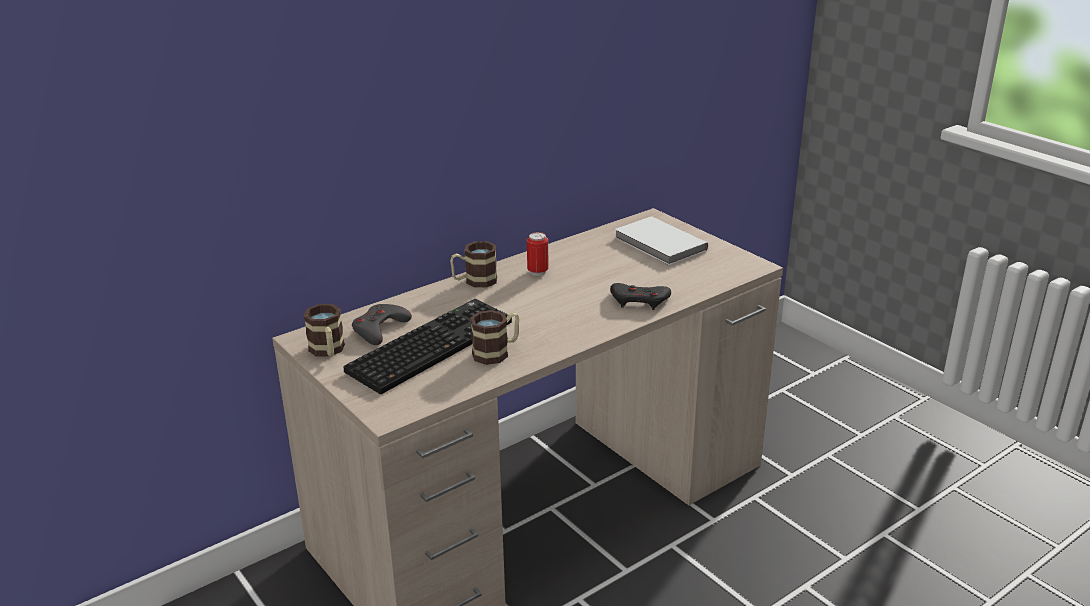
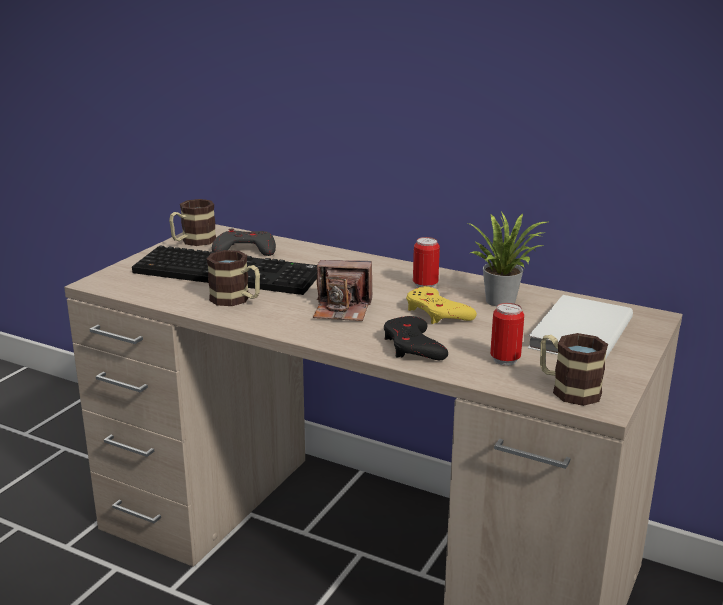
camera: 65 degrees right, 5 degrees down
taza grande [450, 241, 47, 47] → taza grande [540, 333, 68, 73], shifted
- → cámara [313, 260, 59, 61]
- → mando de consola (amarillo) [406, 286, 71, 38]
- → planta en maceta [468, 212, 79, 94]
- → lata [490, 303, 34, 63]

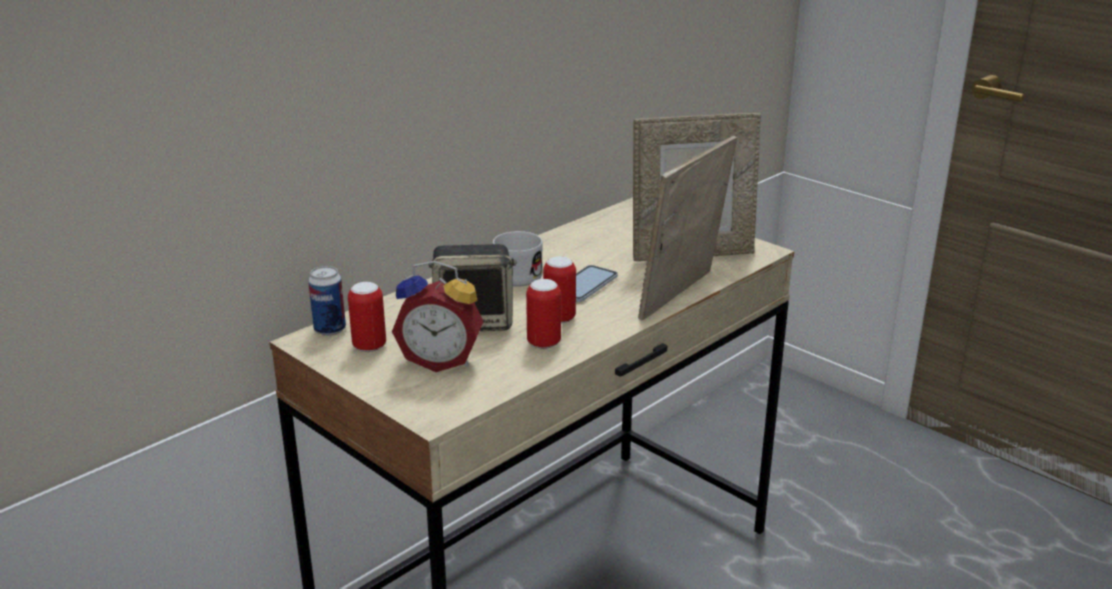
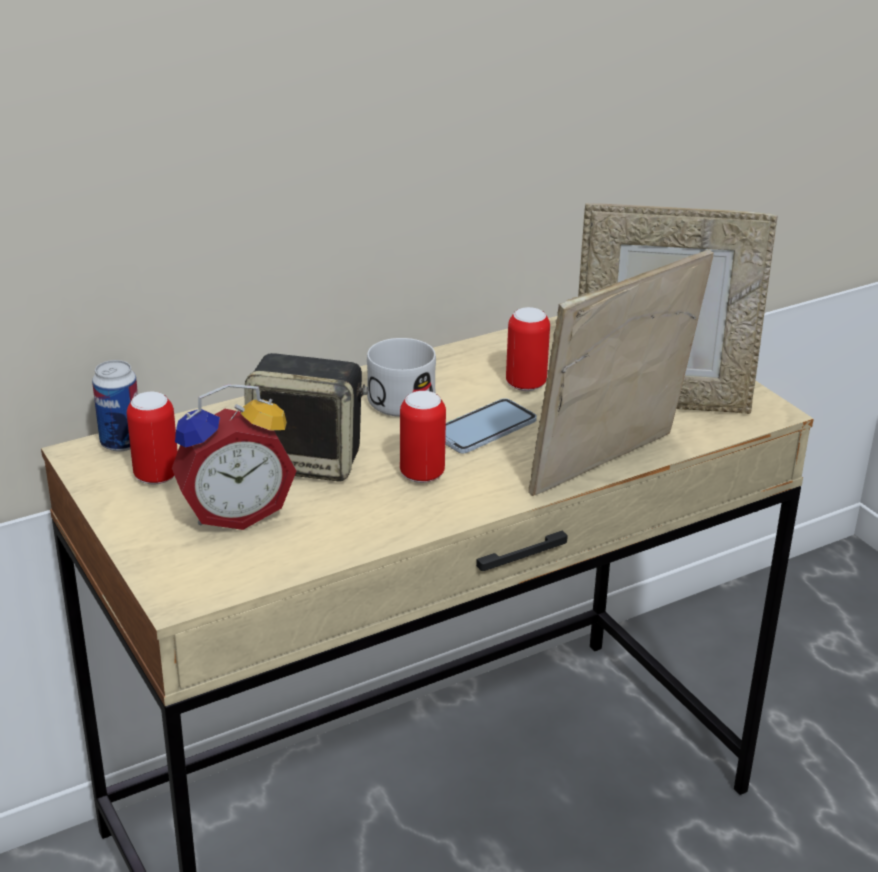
camera: 15 degrees right, 5 degrees up
despertador [392, 261, 92, 111] → despertador [172, 384, 124, 146], 45 degrees counterclockwise
lata [526, 279, 35, 70] → lata [506, 307, 44, 84], shifted

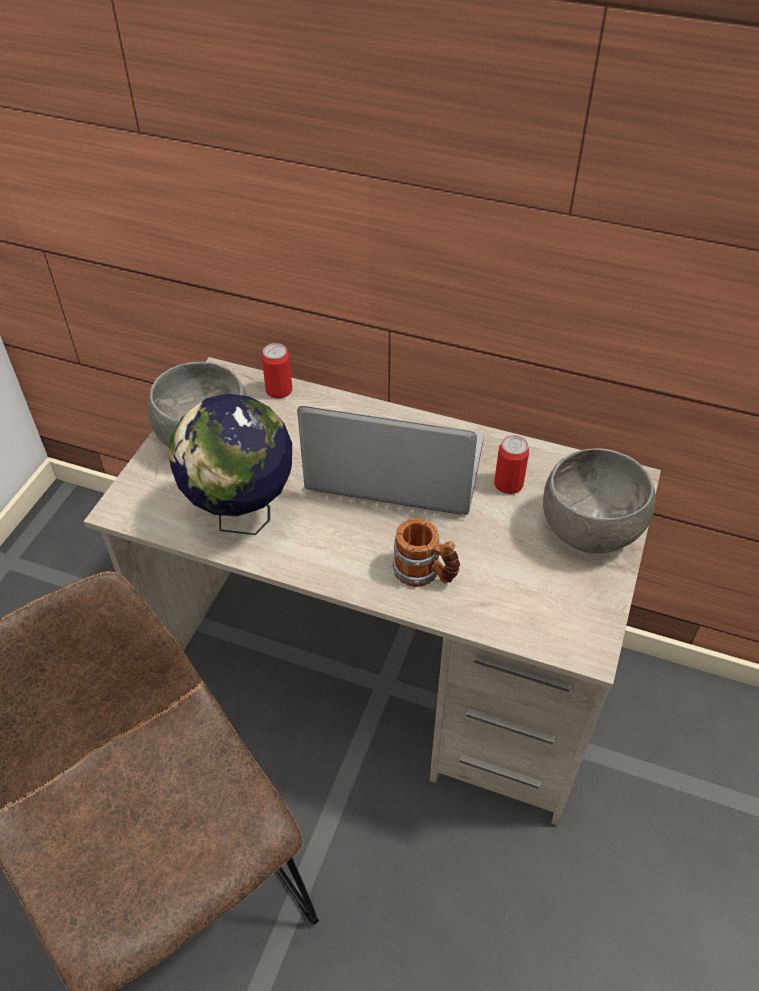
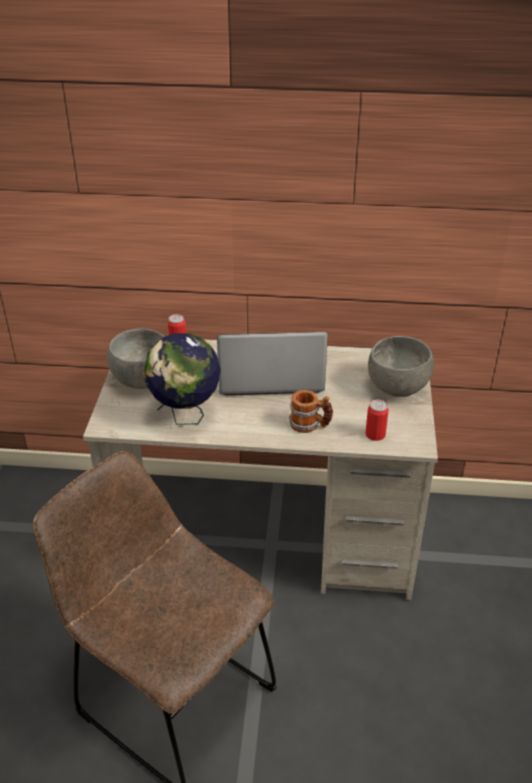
camera: 15 degrees left, 10 degrees down
lata [494, 435, 35, 59] → lata [365, 400, 24, 41], shifted

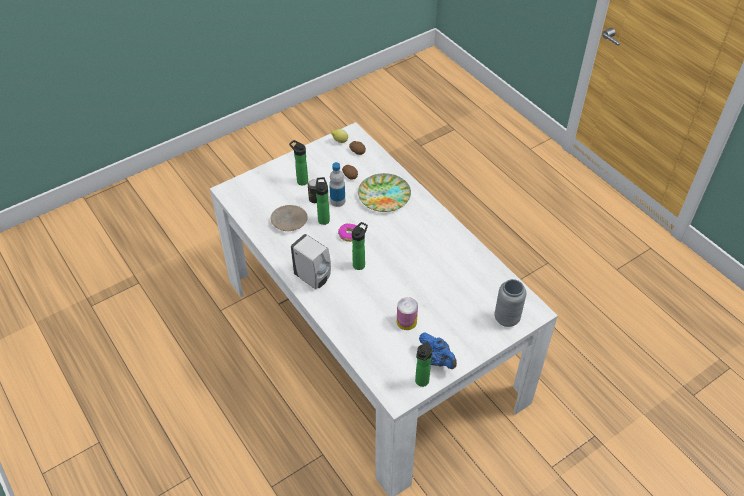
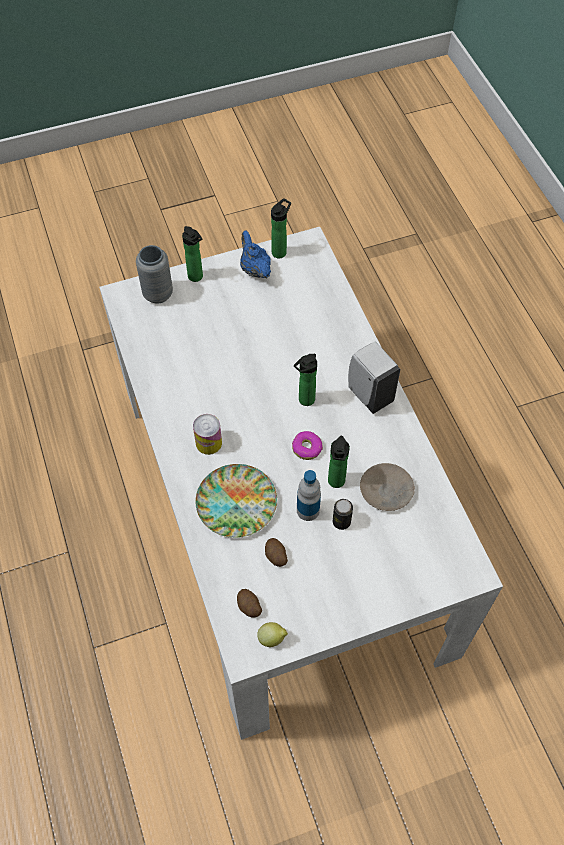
camera: 165 degrees left, 10 degrees up
botella [289, 140, 19, 45] → botella [182, 226, 21, 56], shifted
lata [397, 297, 21, 33] → lata [193, 414, 29, 41], shifted

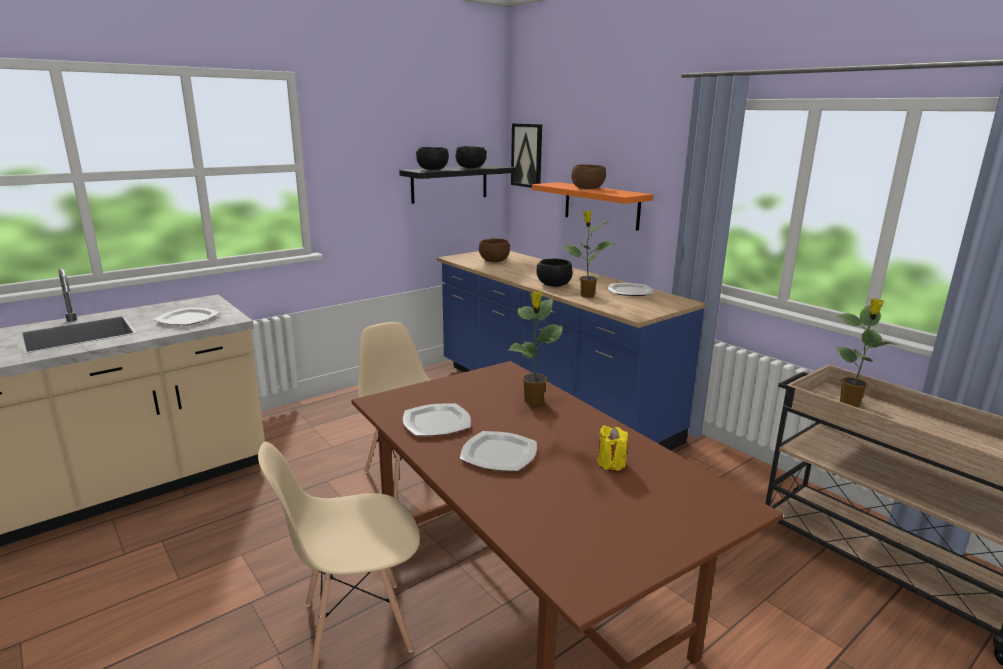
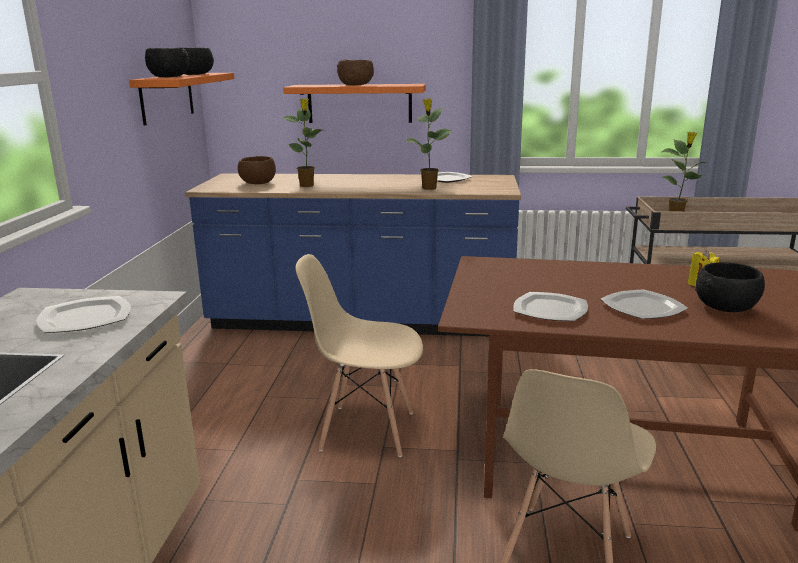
camera: 45 degrees left, 0 degrees up
estante (negro) [399, 165, 117, 39] → estante (naranja) [129, 73, 105, 53]
planta en maceta [508, 291, 54, 114] → planta en maceta [281, 98, 41, 89], shifted
cuadro [511, 123, 31, 65] → -
cuenco (negro) [537, 259, 36, 28] → cuenco (negro) [695, 263, 70, 49], shifted

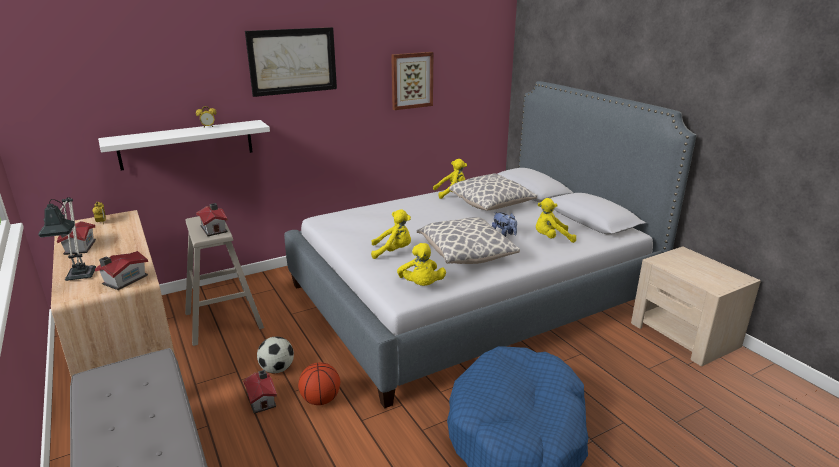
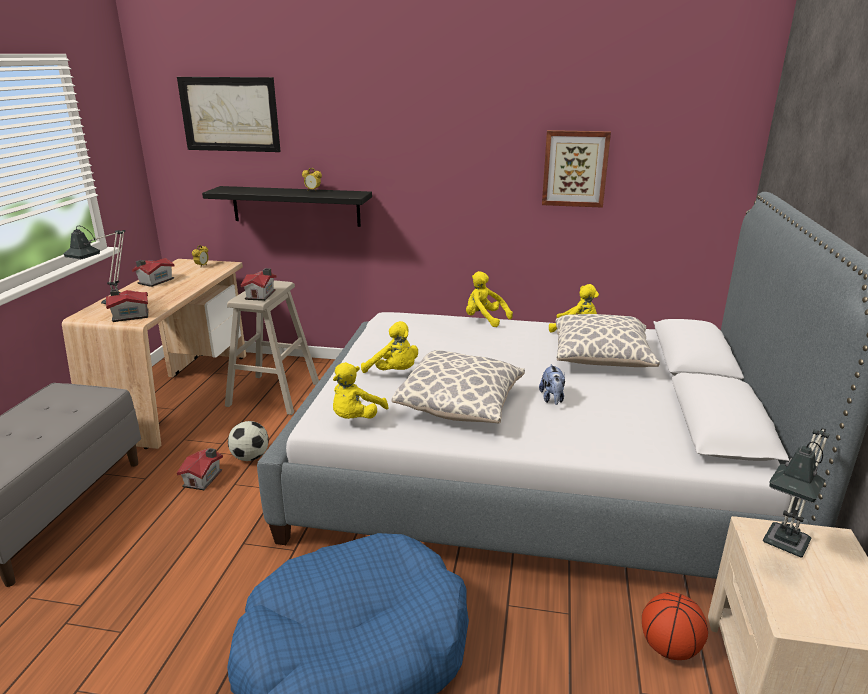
camera: 40 degrees right, 0 degrees up
estante (blanco) [98, 120, 172, 51] → estante (negro) [202, 186, 170, 41]
cuadro [245, 27, 92, 70] → cuadro [177, 77, 104, 75], shifted
balón de baloncesto [298, 362, 42, 43] → balón de baloncesto [642, 592, 66, 68], shifted
peluche (amarillo) [536, 198, 40, 45] → peluche (amarillo) [466, 271, 47, 56], shifted
- → lámpara de mesa [763, 428, 67, 129]

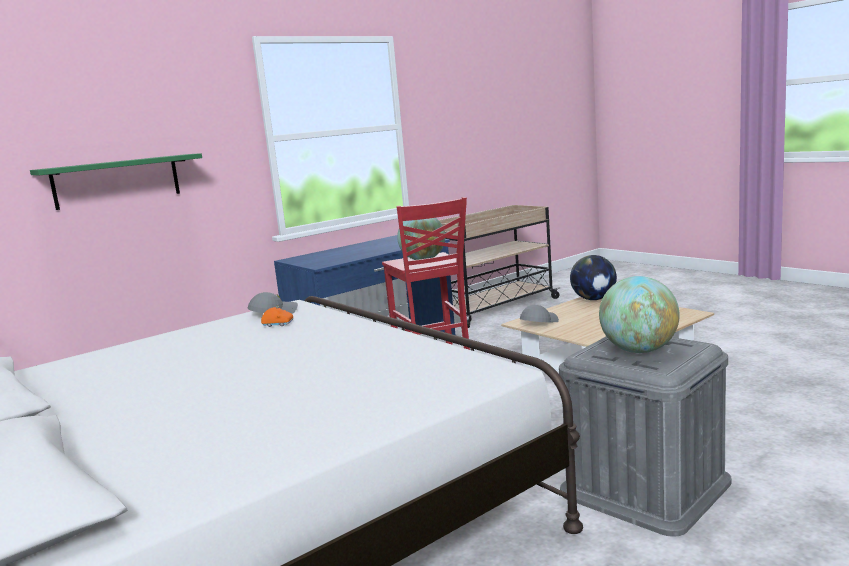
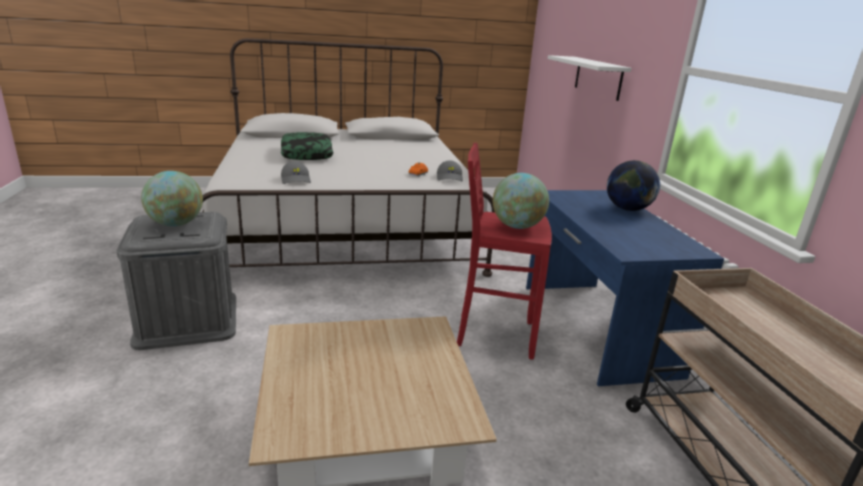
camera: 115 degrees right, 10 degrees up
estante (verde) [30, 153, 172, 57] → estante (blanco) [548, 55, 83, 46]
gorra (gris) [520, 305, 39, 17] → gorra (gris) [281, 161, 30, 23], shifted
globo terráqueo [570, 255, 47, 45] → globo terráqueo [607, 160, 53, 51], shifted
- → cojín [281, 132, 53, 28]

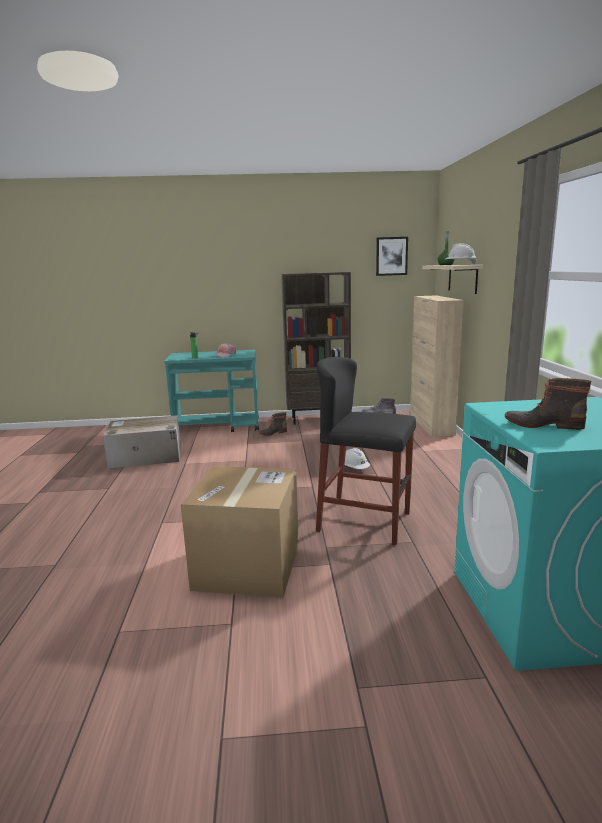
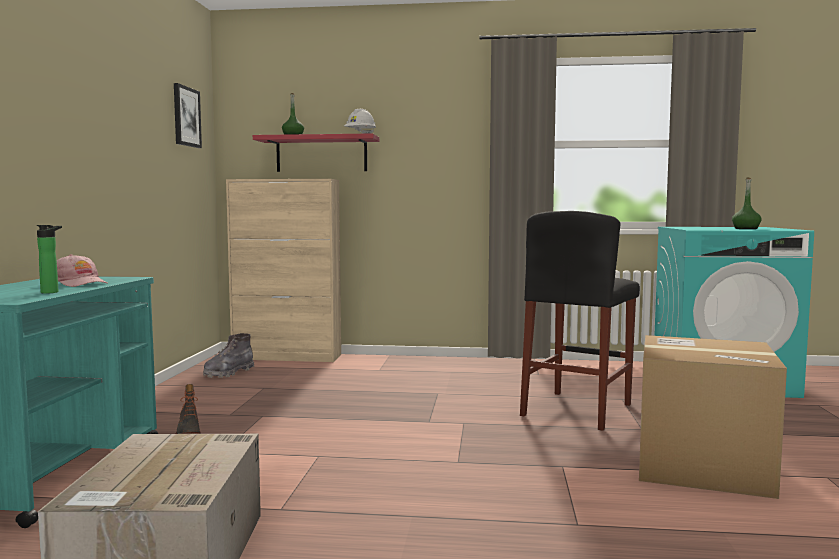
camera: 80 degrees left, 10 degrees down
estantería (marrón) [281, 272, 70, 153] → -
casco (blanco) [345, 448, 25, 21] → -
estante (beis) [422, 265, 61, 29] → estante (rojo) [253, 133, 126, 39]
bota [505, 378, 86, 52] → botella (verde) [732, 177, 30, 52]

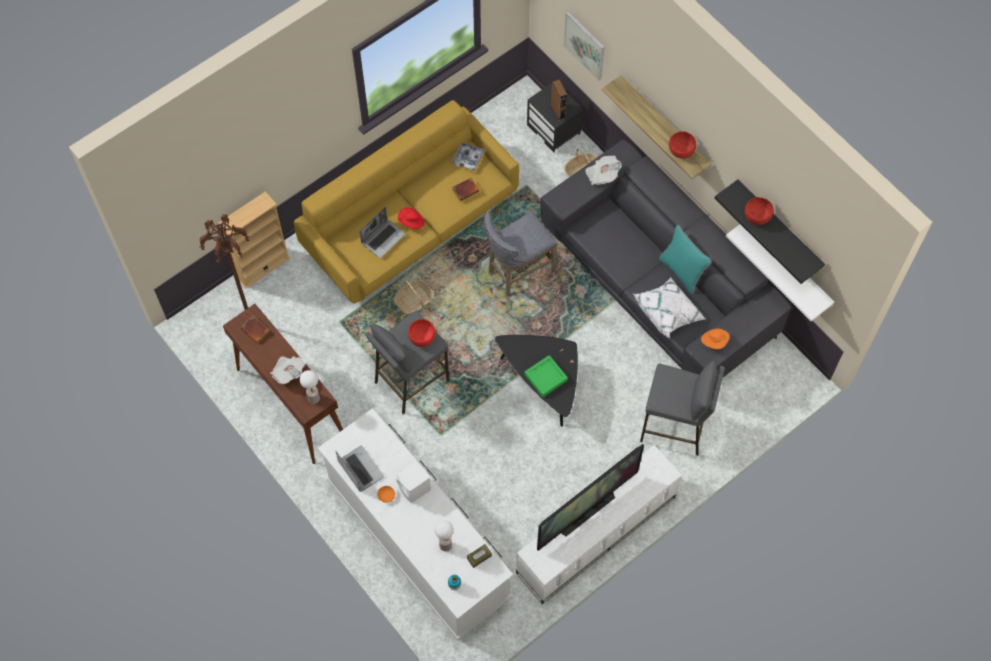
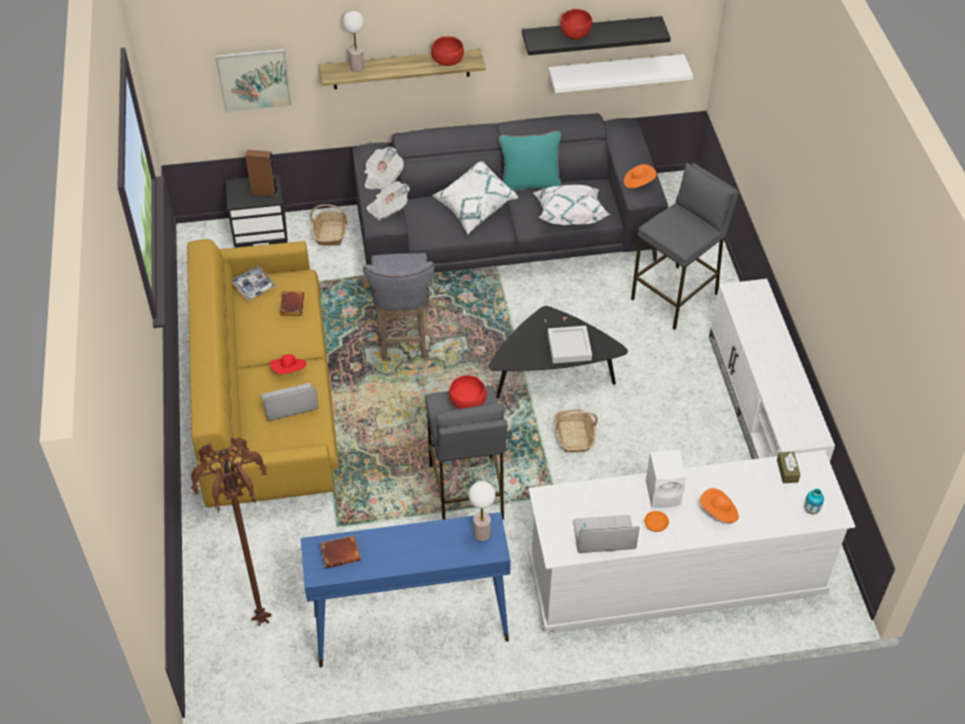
camera: 60 degrees left, 15 degrees down
estantería (beis) [218, 191, 72, 98] → -
mesa consola (marrón) [223, 304, 120, 160] → mesa consola (azul) [300, 512, 211, 156]
periódico [270, 356, 35, 28] → periódico [366, 181, 44, 40], shifted
portátil [359, 207, 46, 51] → portátil [261, 383, 58, 38], 90 degrees counterclockwise
cesta [394, 279, 40, 36] → cesta [554, 409, 44, 44], shifted
lámpara de mesa [435, 520, 19, 31] → lámpara de mesa [343, 11, 21, 61], shifted
bandeja (verde) [524, 355, 44, 42] → bandeja (gris) [548, 326, 44, 38]
televisor [537, 444, 107, 107] → -
- → cojín (blanco) [432, 161, 87, 73]
- → sombrero (naranja) [700, 488, 39, 35]

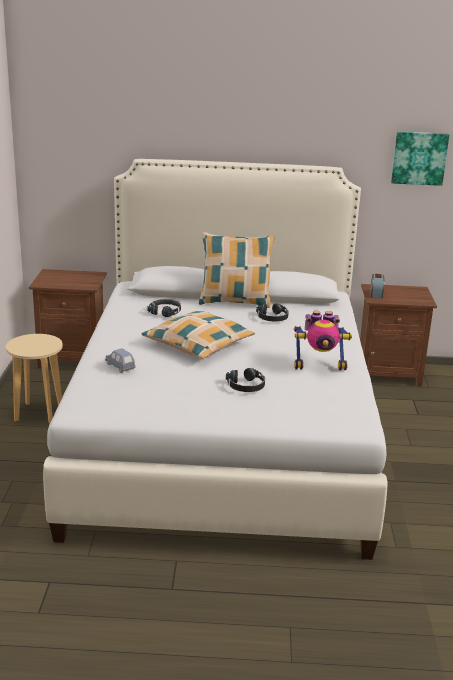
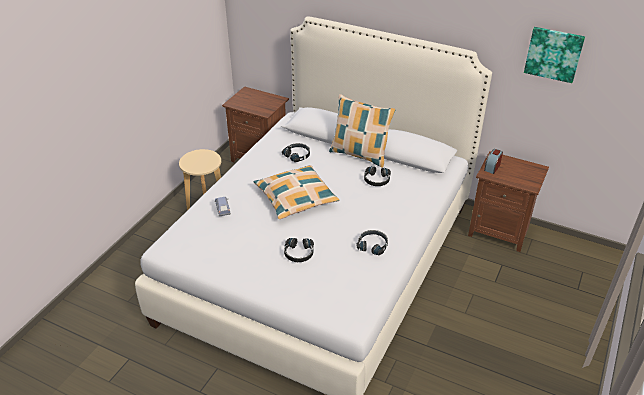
camera: 25 degrees right, 15 degrees up
robot de juguete [294, 311, 58, 59] → auriculares (negro) [357, 230, 31, 25]

